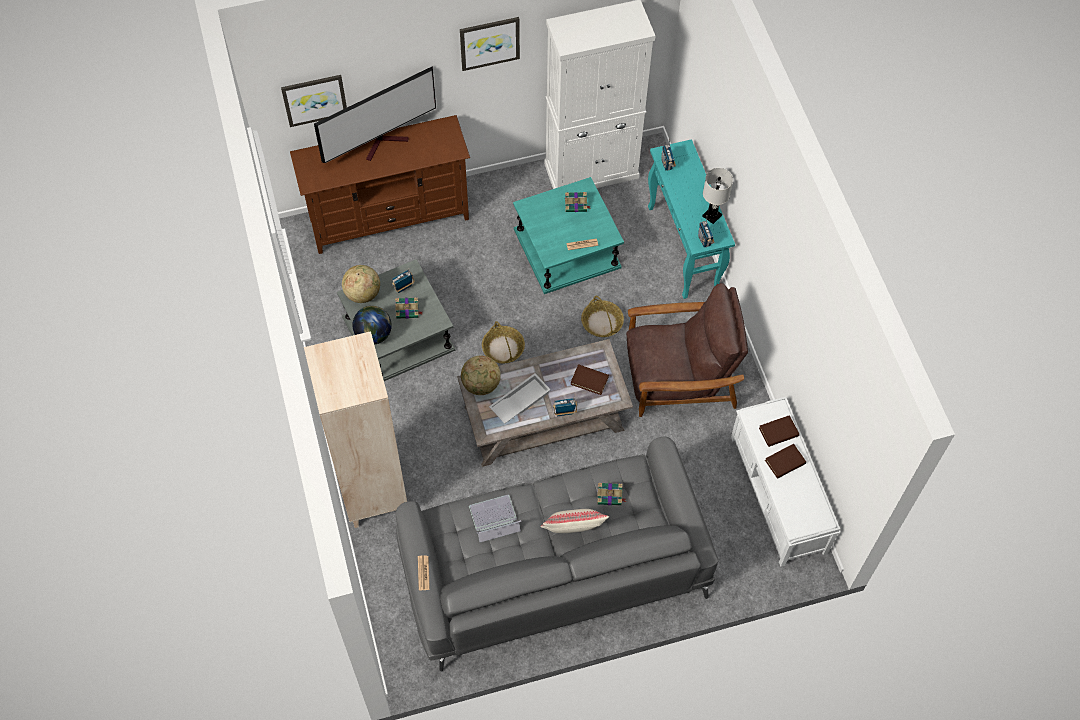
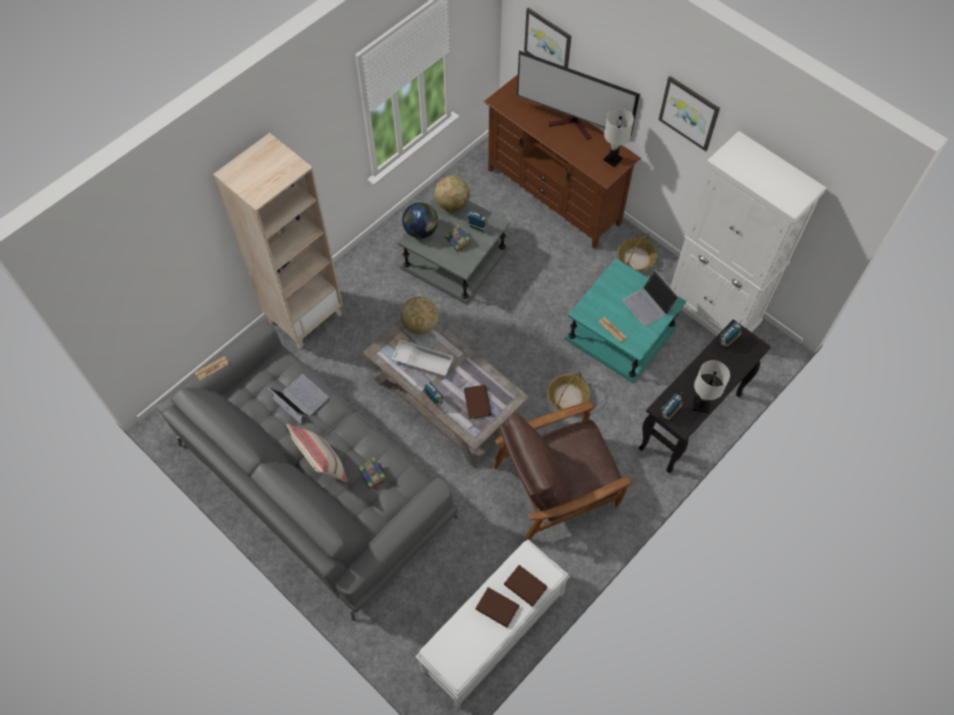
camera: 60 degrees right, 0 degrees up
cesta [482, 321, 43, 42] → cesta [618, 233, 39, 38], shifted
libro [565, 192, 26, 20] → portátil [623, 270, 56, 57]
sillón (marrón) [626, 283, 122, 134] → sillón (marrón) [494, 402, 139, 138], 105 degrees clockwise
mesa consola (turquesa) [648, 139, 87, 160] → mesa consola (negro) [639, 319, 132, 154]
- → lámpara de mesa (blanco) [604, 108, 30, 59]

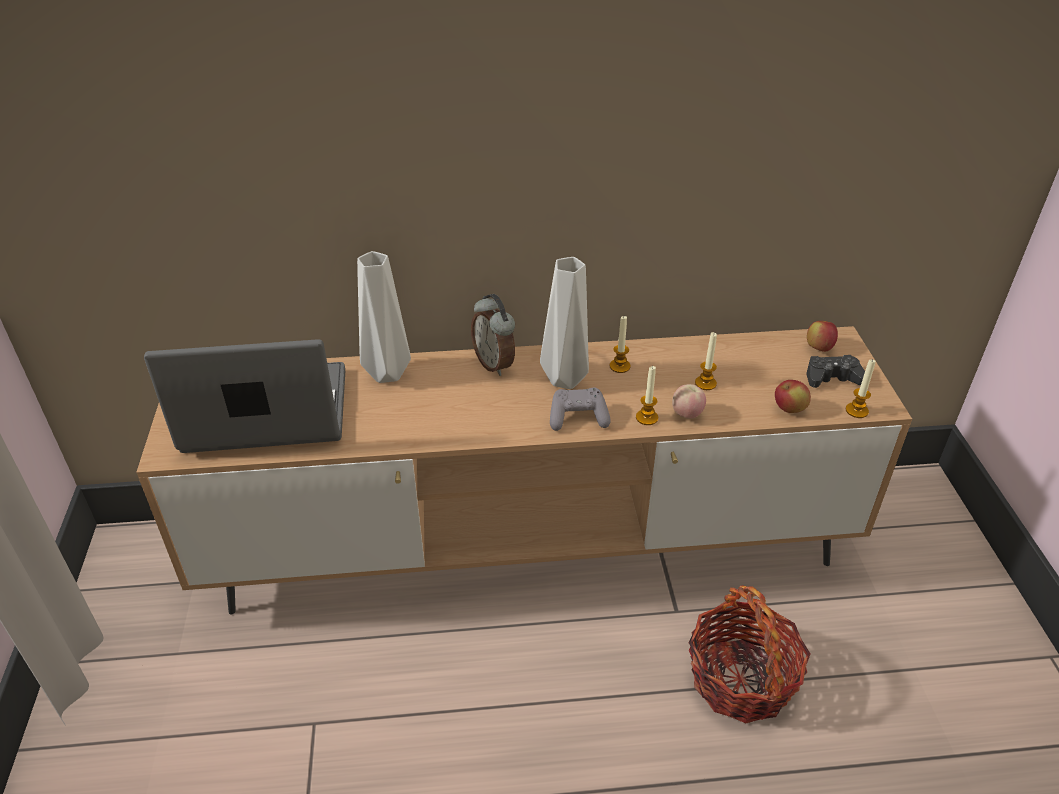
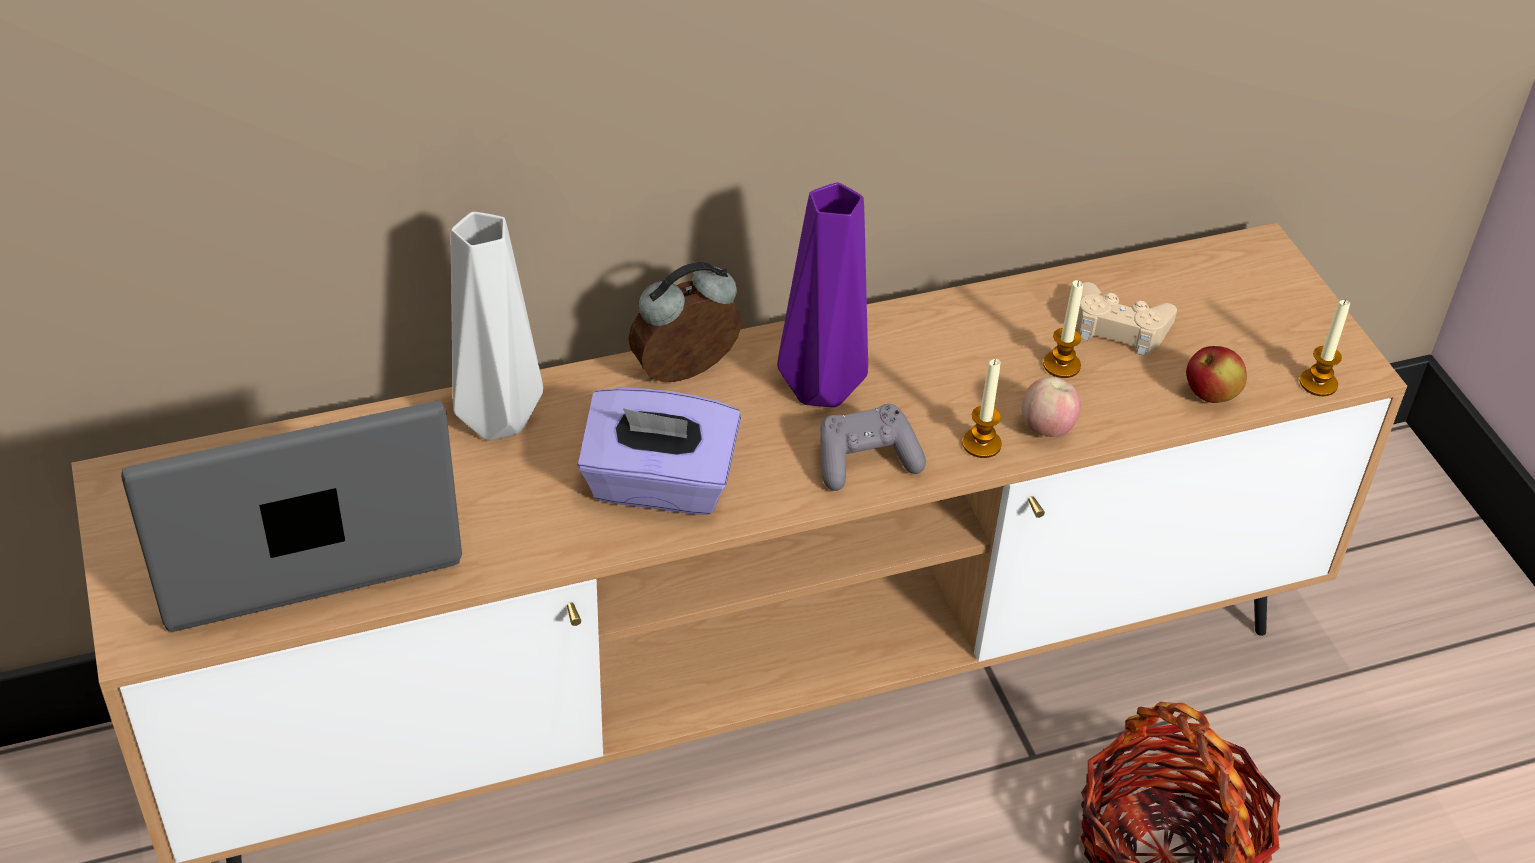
camera: 15 degrees left, 5 degrees up
despertador [471, 294, 44, 82] → despertador [628, 262, 114, 120], 105 degrees clockwise
florero (gris) [540, 257, 49, 132] → florero (morado) [777, 183, 91, 225]
vela [610, 316, 21, 57] → -
mando de consola (negro) [806, 355, 59, 33] → -
manzana [807, 321, 31, 31] → -
- → caja de pañuelos (morado) [577, 388, 164, 127]
- → mando de consola (beis) [1076, 282, 101, 74]

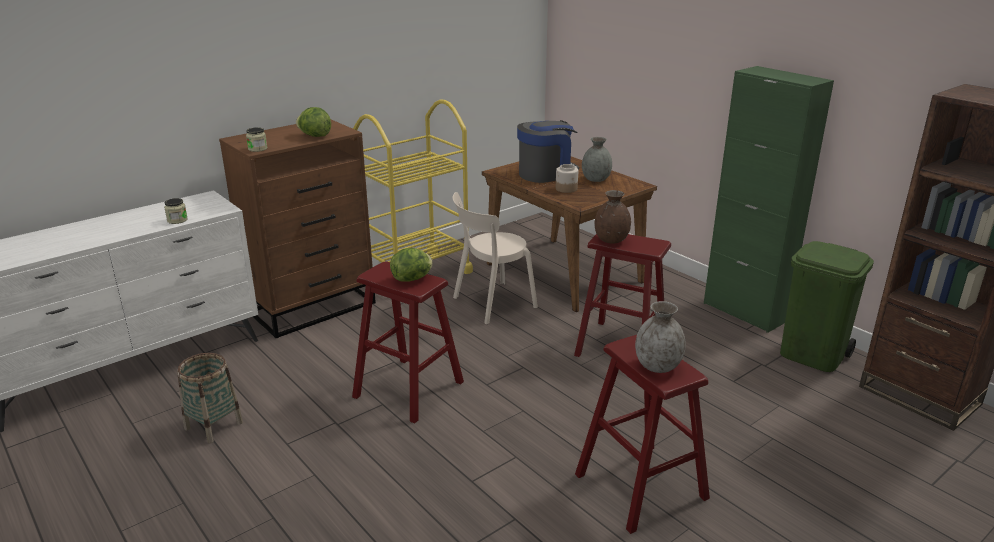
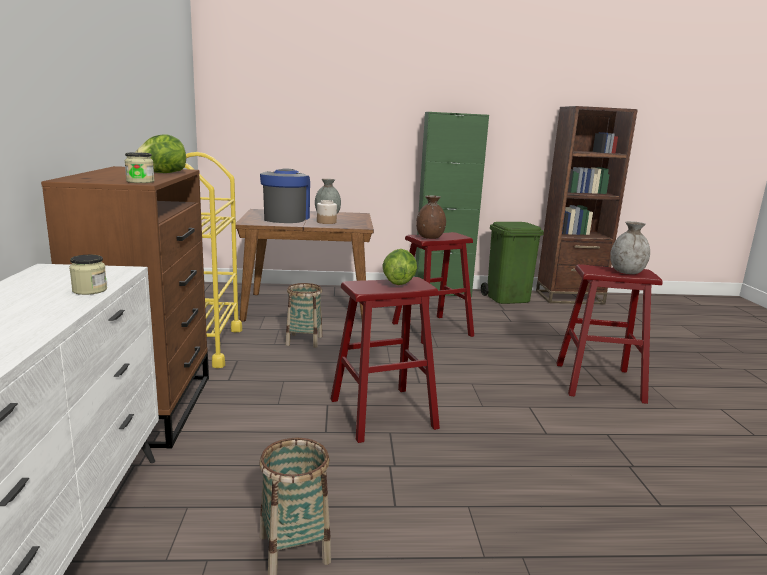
camera: 55 degrees left, 10 degrees down
silla (beis) [453, 192, 85, 132] → cesta [285, 283, 37, 65]

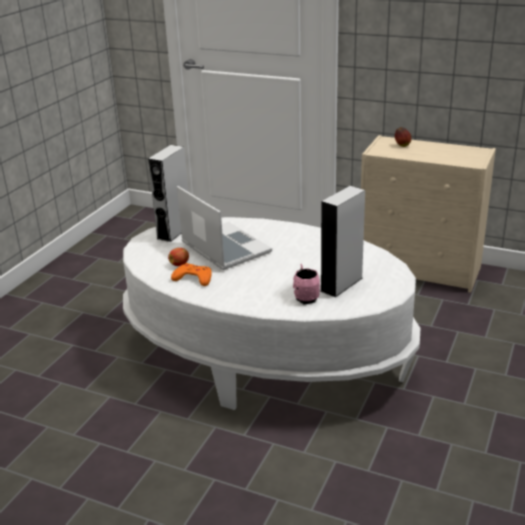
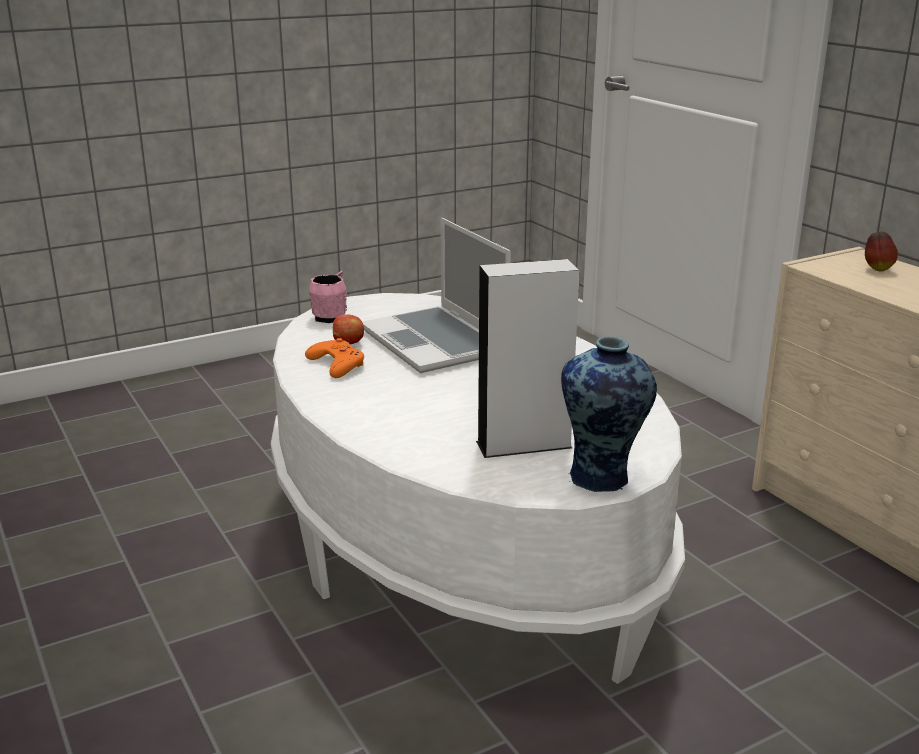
camera: 35 degrees right, 5 degrees down
altavoz (gris) [148, 145, 40, 97] → -
portátil [177, 186, 95, 84] → portátil [362, 218, 149, 155], 150 degrees clockwise
taza grande (rosa) [293, 264, 27, 41] → taza grande (rosa) [309, 271, 38, 52], shifted
- → florero [561, 337, 96, 155]

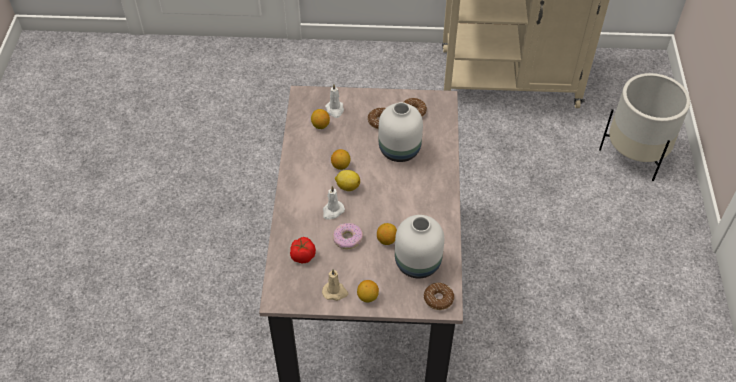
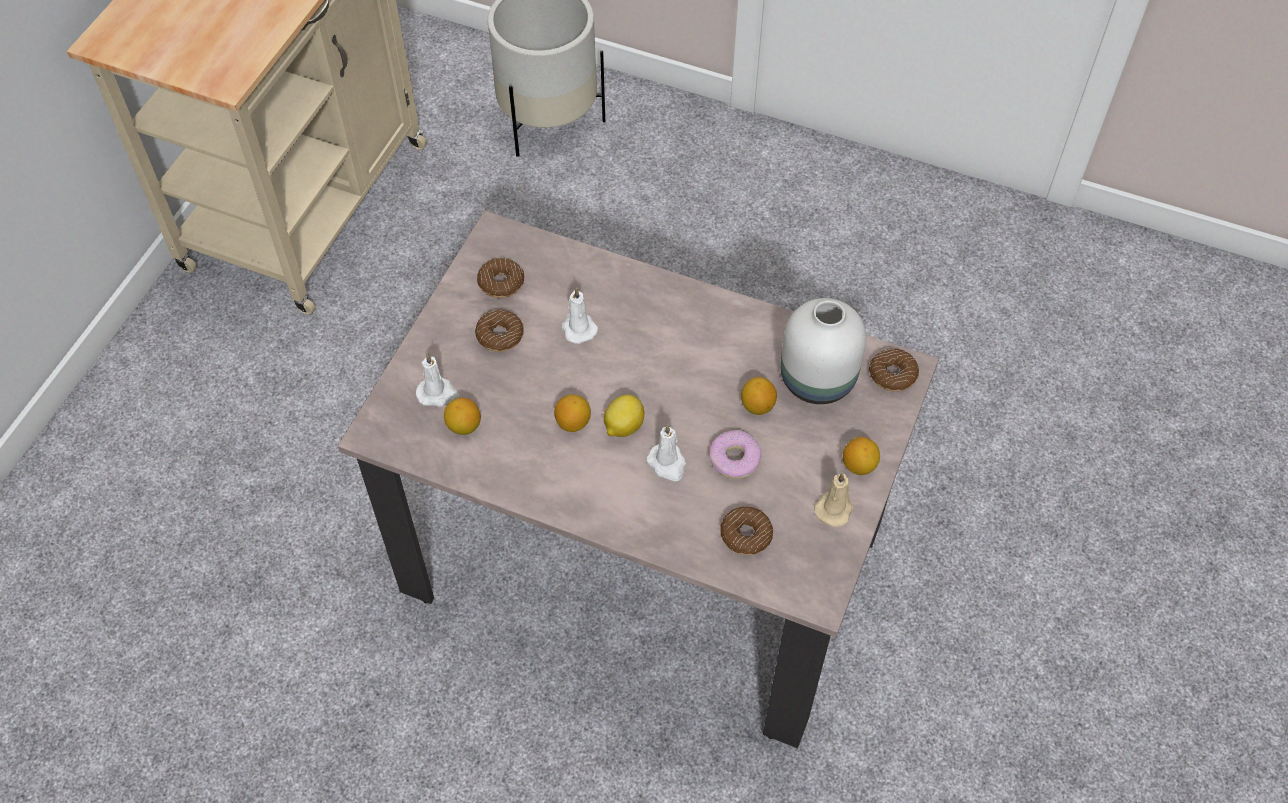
camera: 70 degrees left, 5 degrees up
tomate [290, 237, 26, 26] → rosquilla [720, 507, 53, 48]
florero (blanco) [379, 102, 44, 60] → vela (blanco) [561, 288, 37, 56]

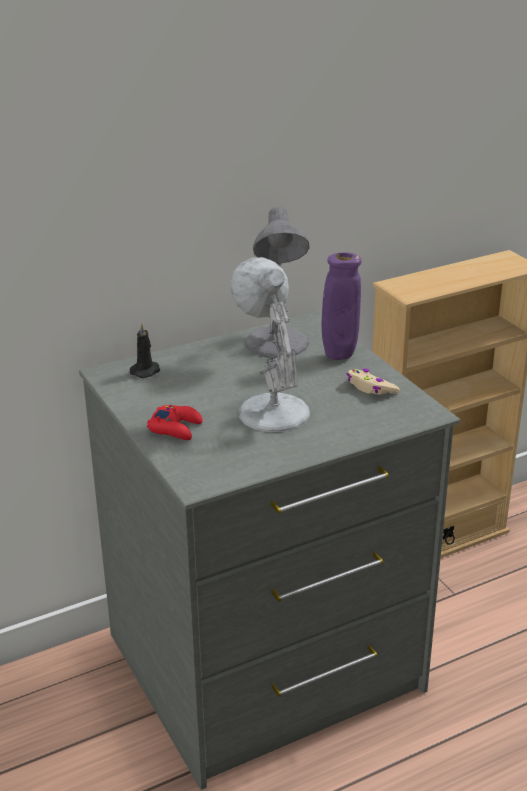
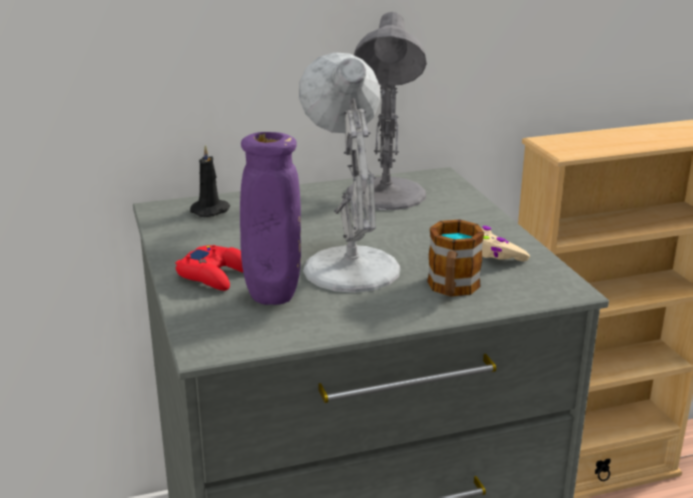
camera: 10 degrees right, 5 degrees down
florero (morado) [322, 253, 40, 107] → florero (morado) [240, 132, 61, 173], shifted
- → taza grande [427, 219, 57, 77]

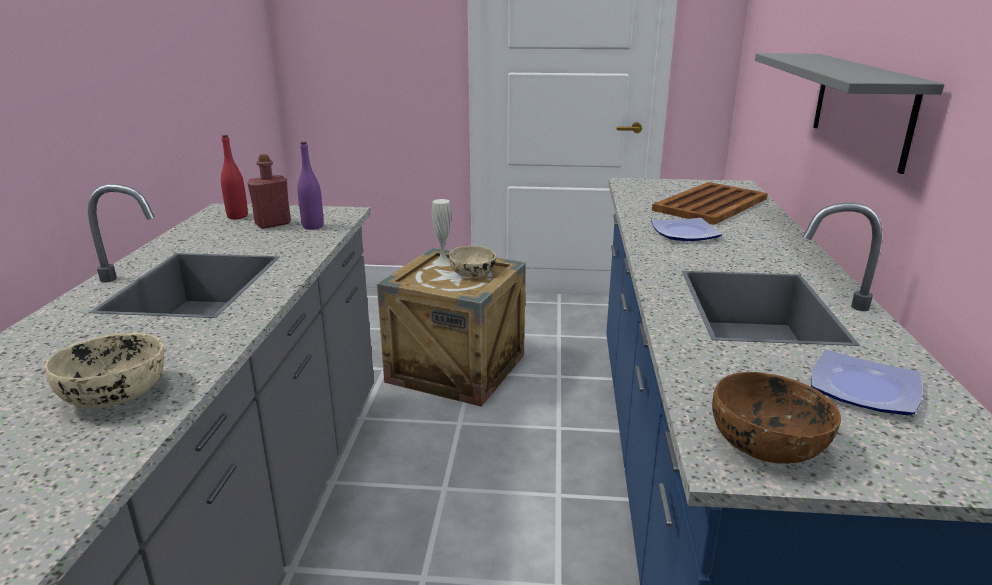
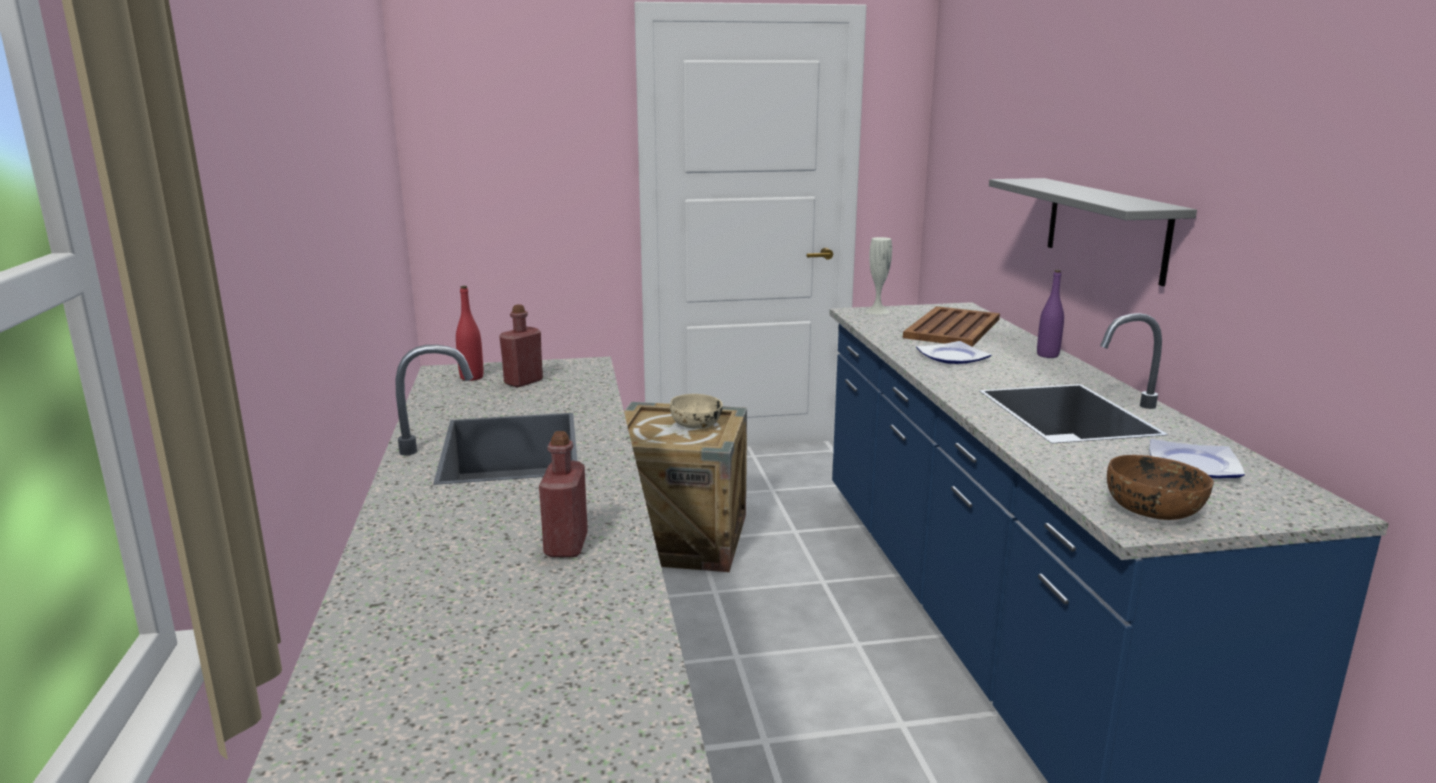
camera: 15 degrees left, 5 degrees down
cuenco (beis) [45, 333, 119, 75] → botella (rojo) [539, 431, 49, 126]
botella (morado) [297, 142, 27, 88] → botella (morado) [1037, 270, 27, 88], shifted
florero (blanco) [432, 199, 19, 68] → florero (blanco) [865, 237, 27, 77], shifted

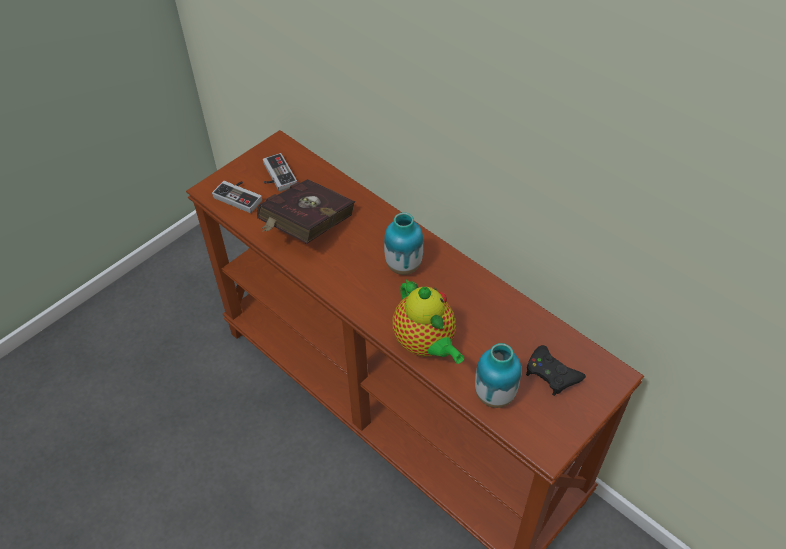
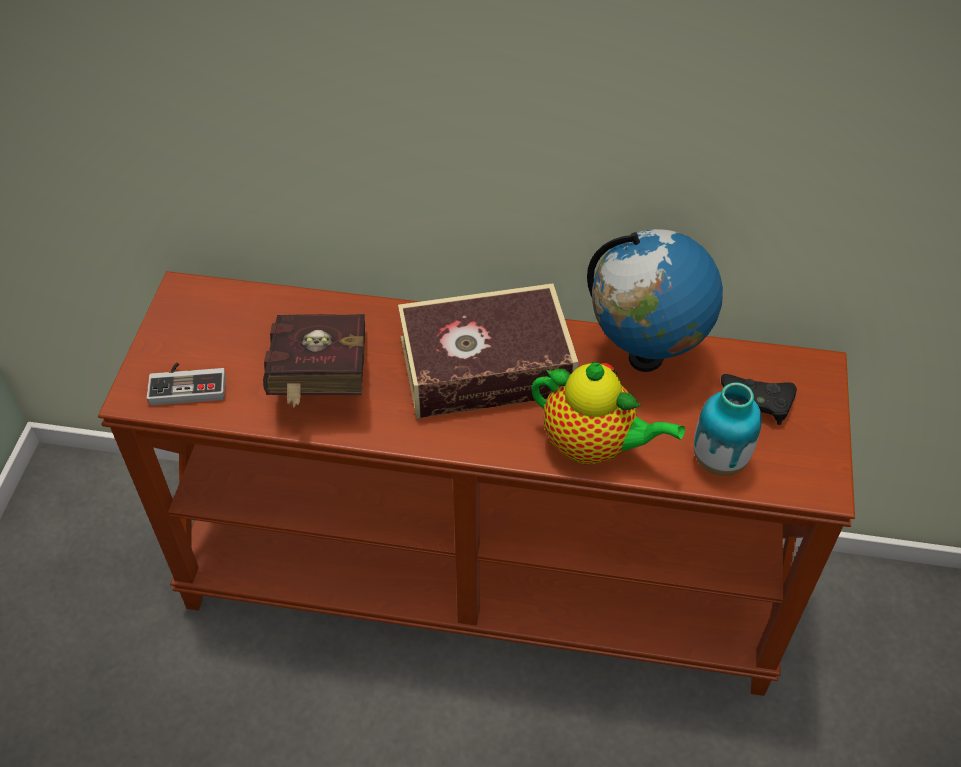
camera: 35 degrees left, 0 degrees up
mando de consola [263, 153, 34, 39] → -
florero [384, 212, 39, 63] → libro [398, 283, 180, 136]
- → globo terráqueo [587, 229, 136, 143]

